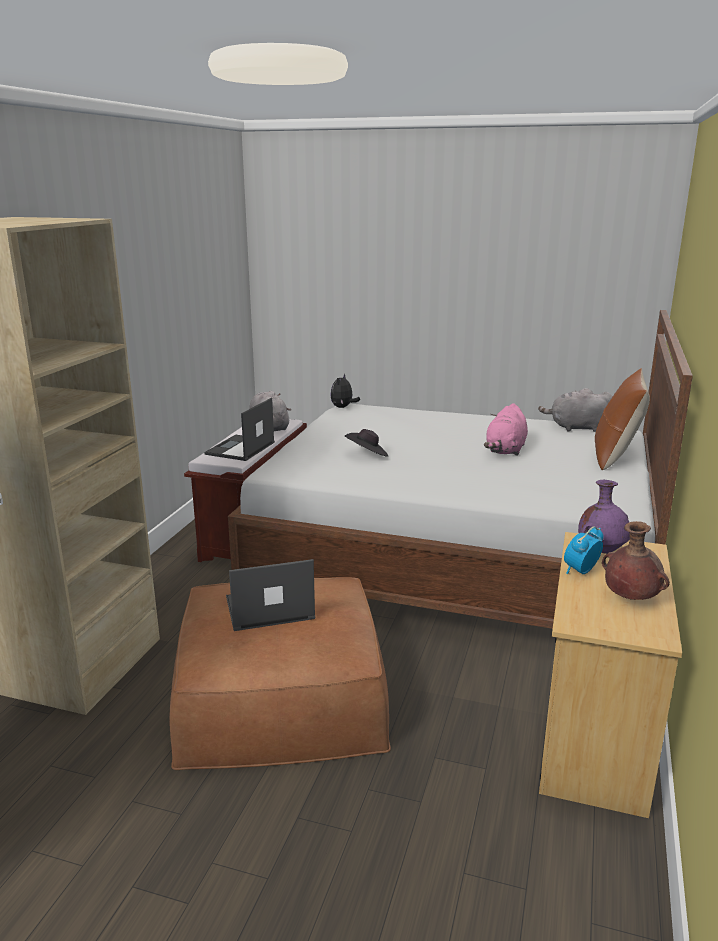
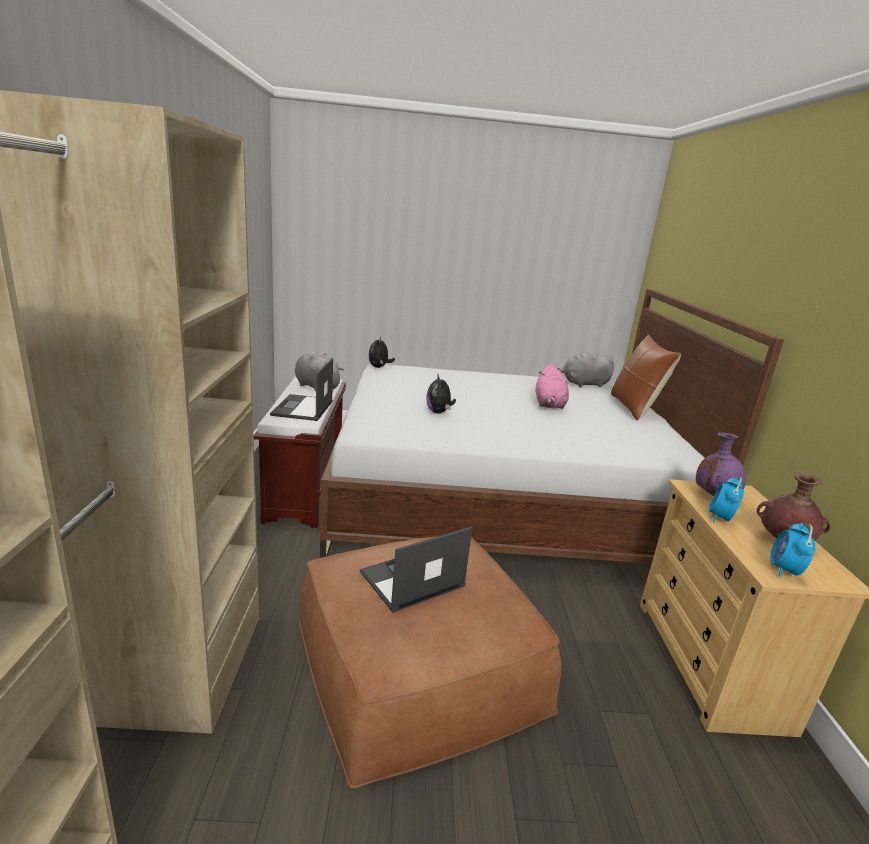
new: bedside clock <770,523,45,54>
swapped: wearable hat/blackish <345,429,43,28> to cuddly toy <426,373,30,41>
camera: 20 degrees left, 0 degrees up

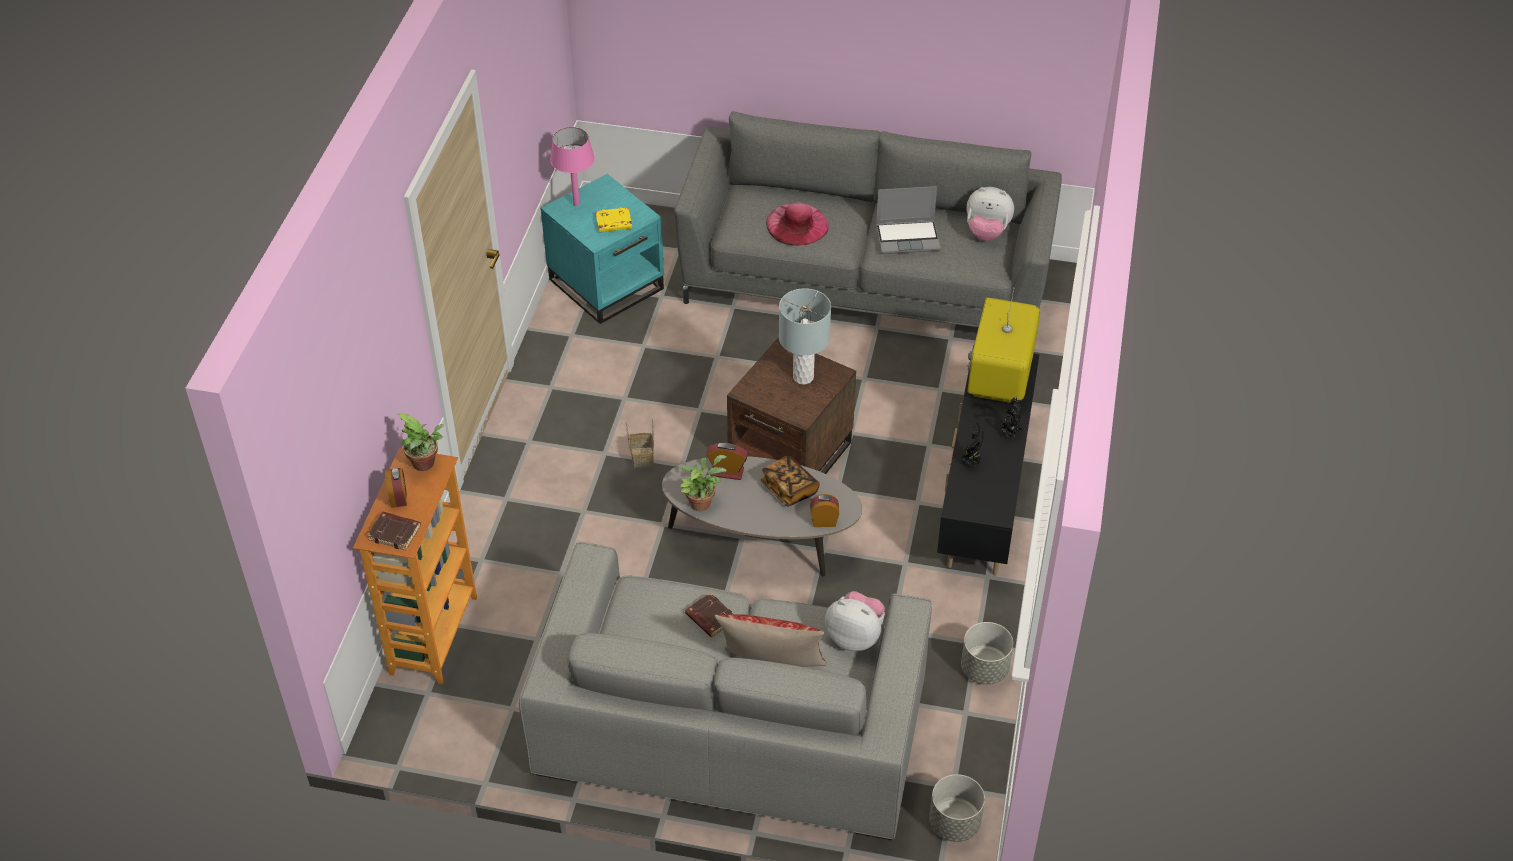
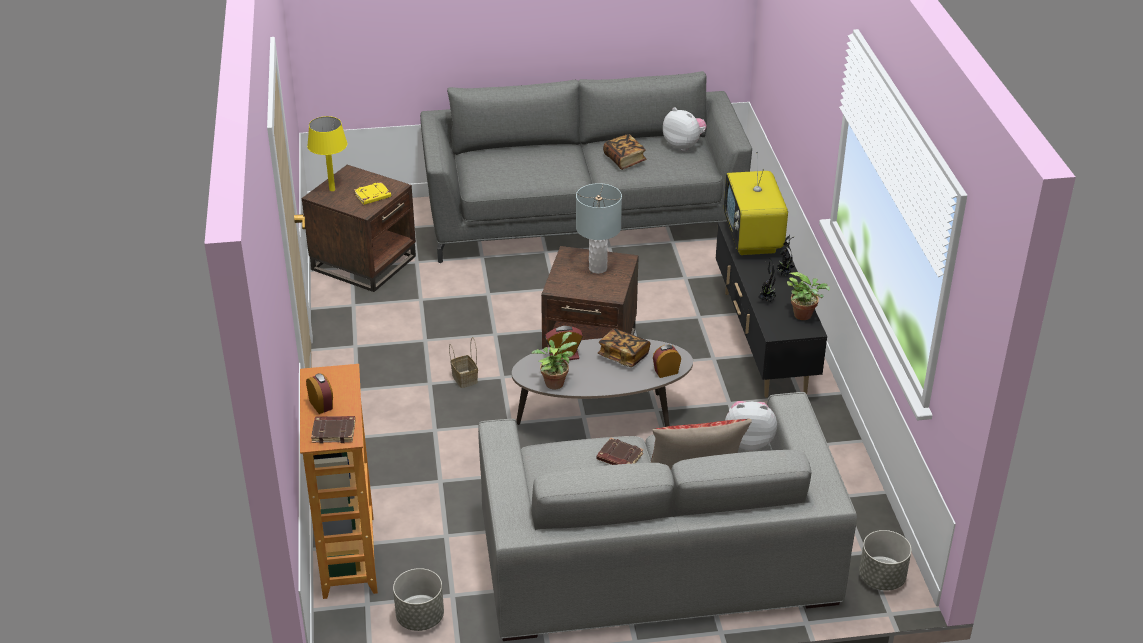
gone: wearable hat/pinkish <766,202,63,44>
shifted: houseplant <398,414,46,57> to <787,272,43,48>; flower pot/grey <961,622,53,63> to <393,568,51,63>
swapped: laptop <876,186,65,68> to book <603,134,43,36>
repainted: end table/turquoise <541,174,123,150> to end table/brown-coloured <302,165,114,127>; tabletop lamp/pinkish <550,127,45,79> to tabletop lamp/yellowish <307,116,40,75>
rotated: cuddly toy <967,187,47,54> = <663,107,44,44> 135 degrees counterclockwise
camera: 20 degrees left, 10 degrees down

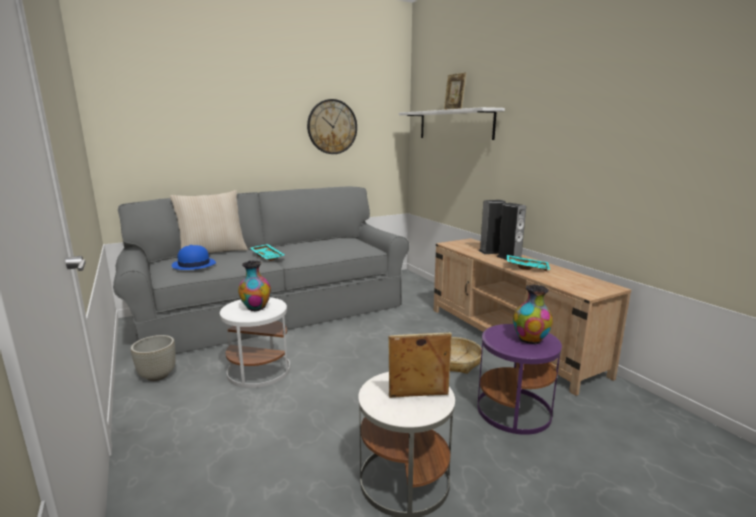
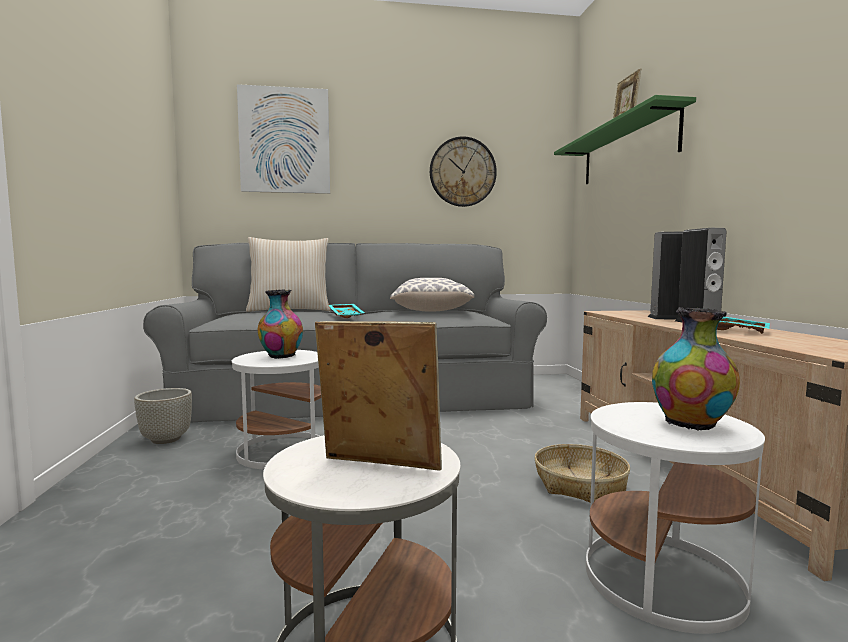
gone: wearable hat/bluish <172,245,44,25>
new: wall art <237,84,93,110>; throw pillow <390,278,84,34>
repainted: wall shelf/white <399,107,106,33> to wall shelf/green-coloured <554,95,142,89>; end table/purple-coloured <477,324,85,111> to end table/white <586,402,179,232>
camera: 20 degrees right, 10 degrees down

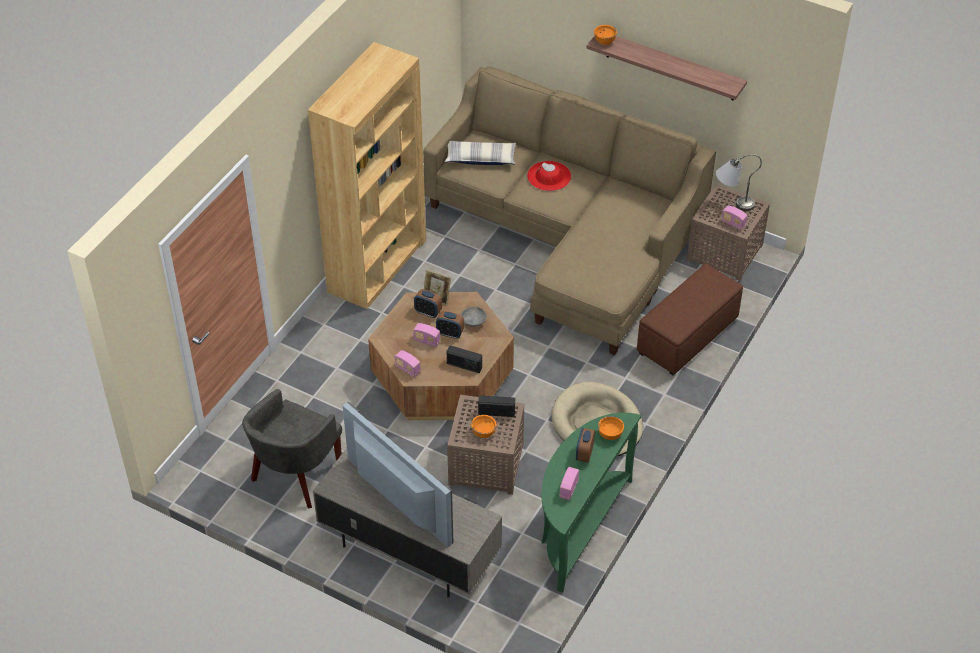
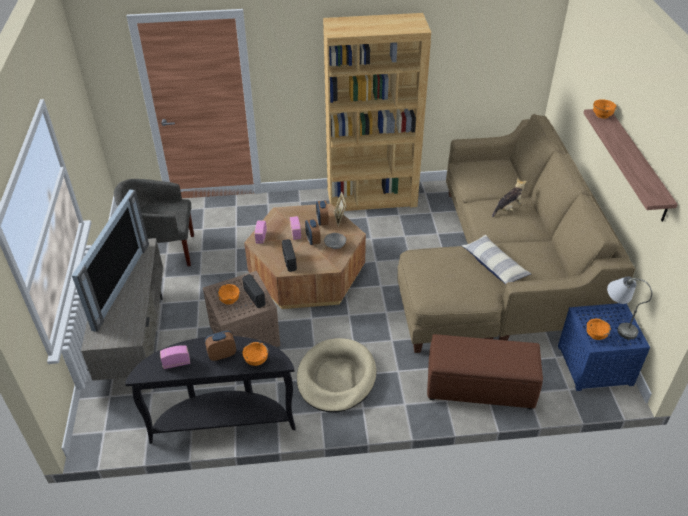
shifted: throw pillow <445,141,71,24> to <462,235,69,49>
swapped: wearable hat/red-coloured <527,161,44,30> to cuddly toy <492,178,35,39>; radio receiver <721,206,26,24> to serving bowl/orange <587,319,24,21>
repainted: console table/green-coloured <541,413,100,180> to console table/blackish <125,336,171,108>; end table/brown-coloured <687,184,83,97> to end table/bluish <558,303,92,88>
camera: 55 degrees right, 5 degrees down

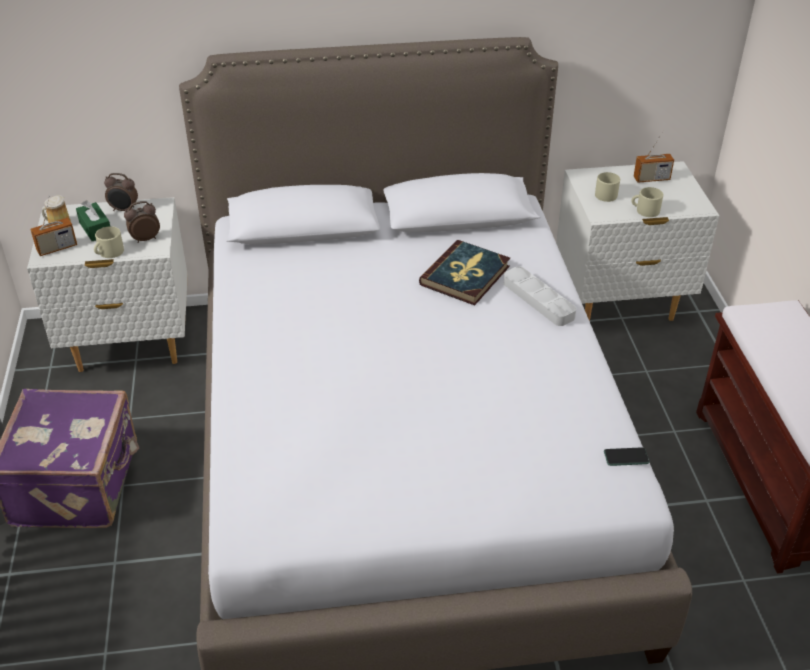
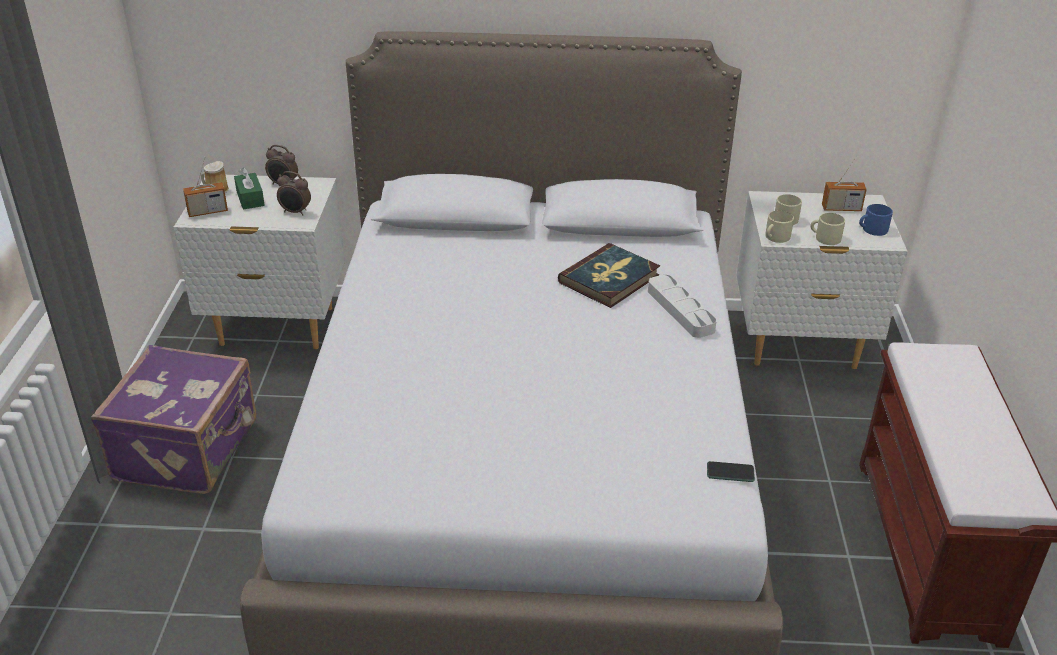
new: coffee mug/bluish <859,204,34,32>
shifted: coffee mug/sand-coloured <94,226,30,32> to <765,210,29,33>
rotated: bedside clock <124,201,36,42> = <277,171,34,44> 150 degrees counterclockwise
camera: 10 degrees right, 5 degrees down

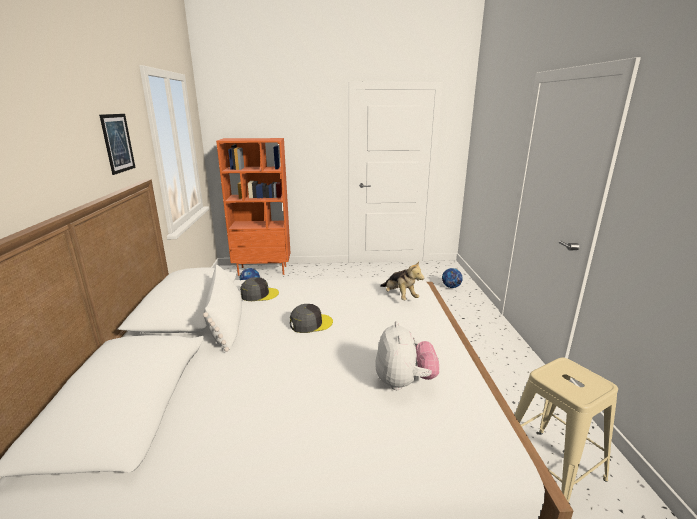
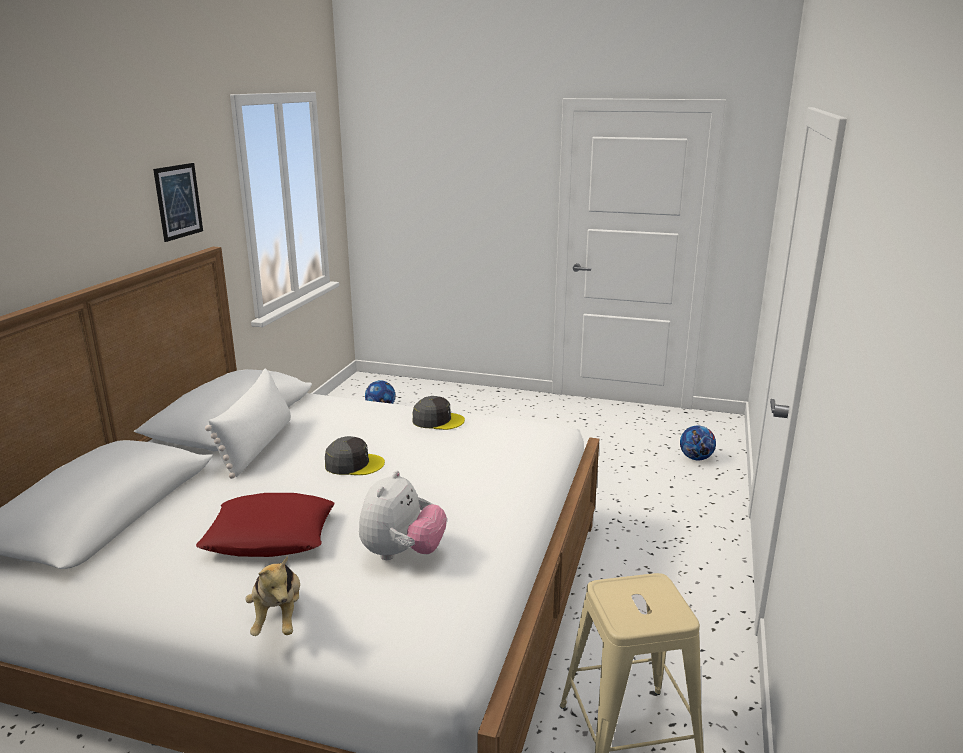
gone: bookcase/orange <216,138,74,138>
new: throw pillow/red-coloured <196,493,138,64>
shifted: baseball cap/grey <240,277,39,24> to <413,396,52,34>; cuddly toy <380,261,44,39> to <246,556,54,80>
camera: 20 degrees right, 0 degrees up

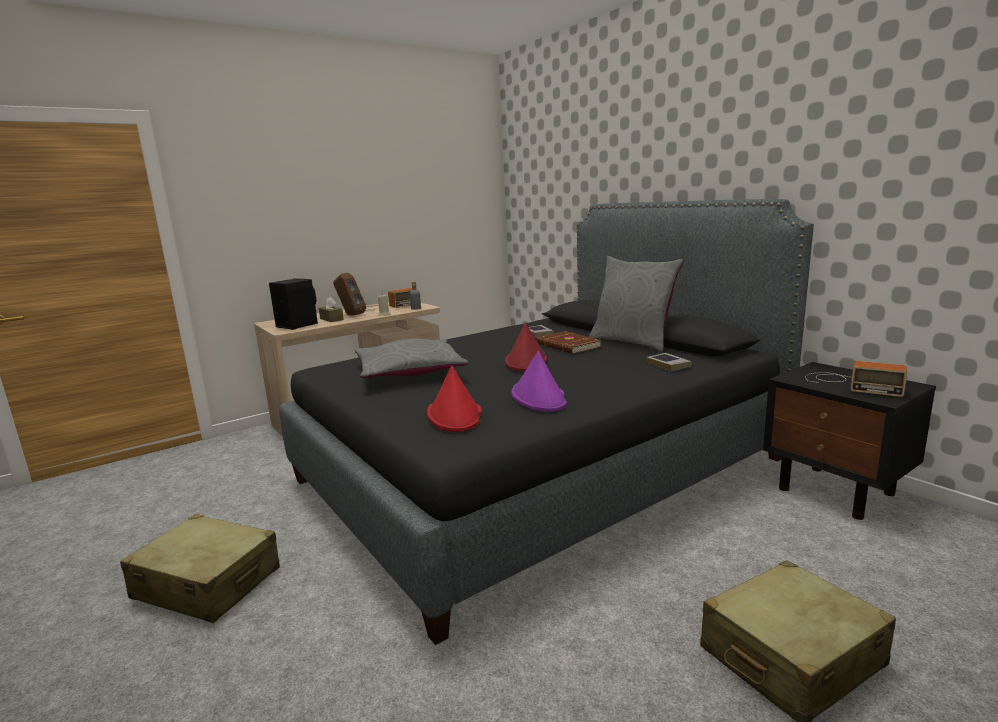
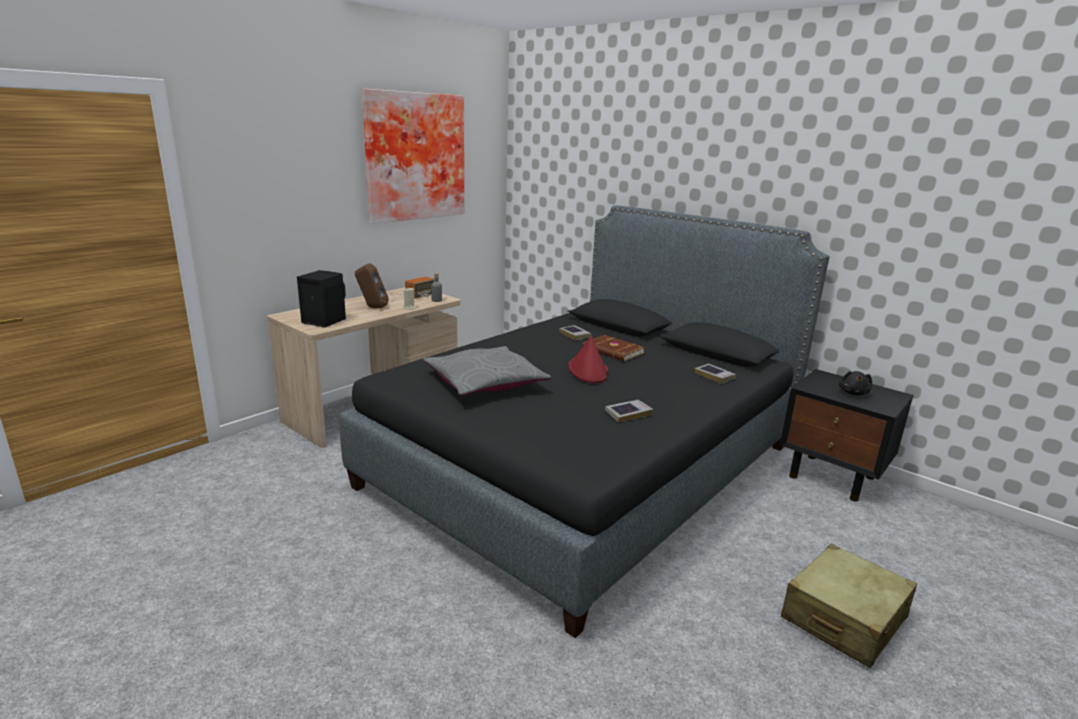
gone: piece of luggage/sand-coloured <120,514,160,109>; box of tissues/brown-coloured <319,297,25,25>; wearable hat/red-coloured <427,366,55,66>; throw pillow/grey <589,256,95,96>
new: wall art <362,88,102,136>
swapped: wearable hat/purple-coloured <511,351,56,61> to book <605,400,48,22>; radio receiver <805,361,102,36> to cuddly toy/blackish <839,371,33,24>
camera: 15 degrees left, 5 degrees up

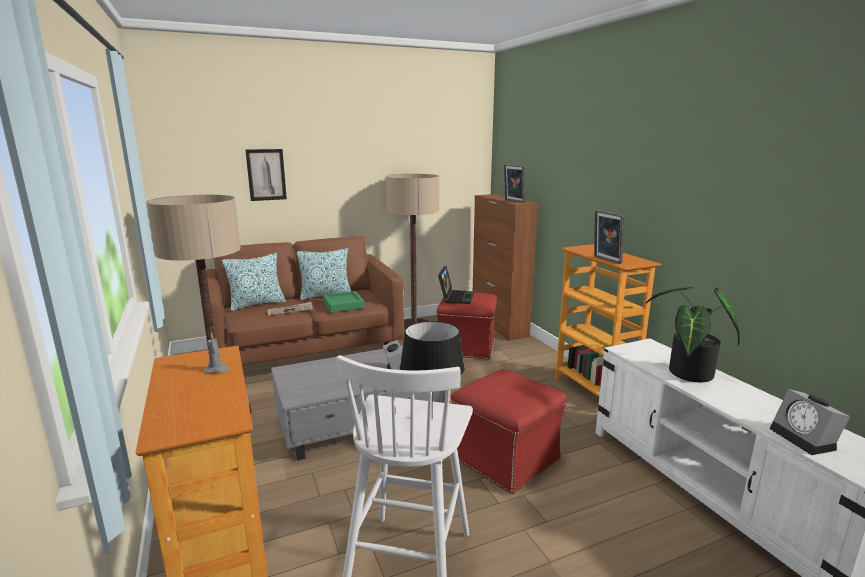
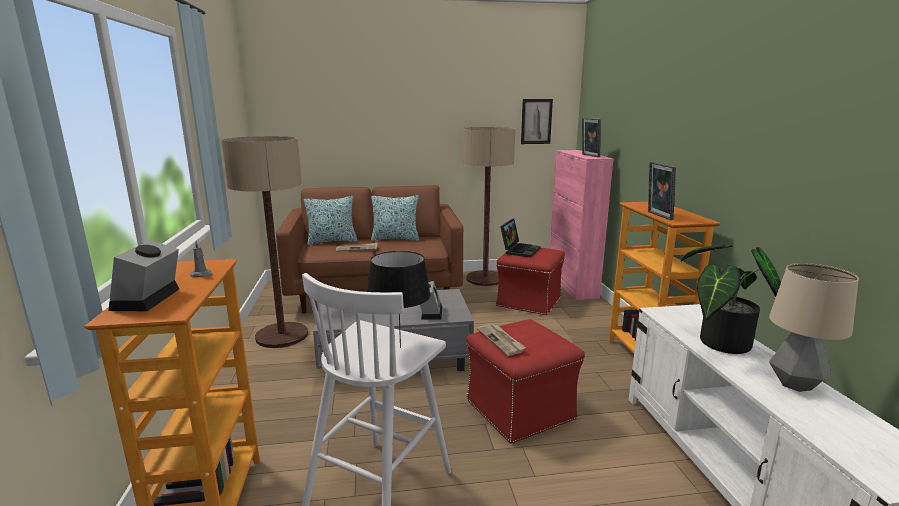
gone: tray/green-coloured <323,291,42,22>
new: printed paper <477,324,49,32>; tabletop lamp <769,263,90,129>
shifted: wall art <246,149,41,52> to <521,99,32,45>; bedside clock <769,389,81,66> to <109,240,70,71>
repainted: storage cabinet/brown-coloured <473,194,65,147> to storage cabinet/pinkish <550,150,63,150>
camera: 15 degrees right, 0 degrees up

